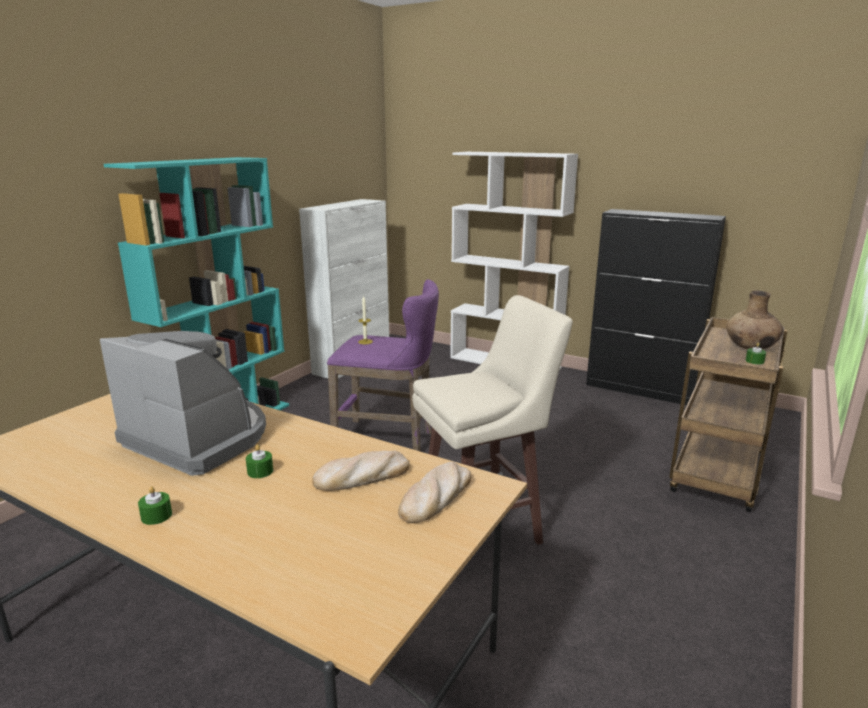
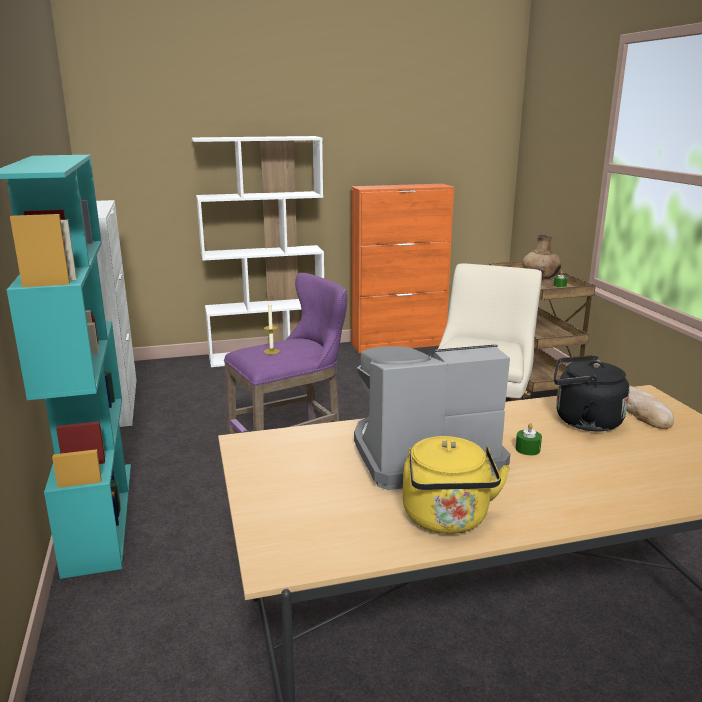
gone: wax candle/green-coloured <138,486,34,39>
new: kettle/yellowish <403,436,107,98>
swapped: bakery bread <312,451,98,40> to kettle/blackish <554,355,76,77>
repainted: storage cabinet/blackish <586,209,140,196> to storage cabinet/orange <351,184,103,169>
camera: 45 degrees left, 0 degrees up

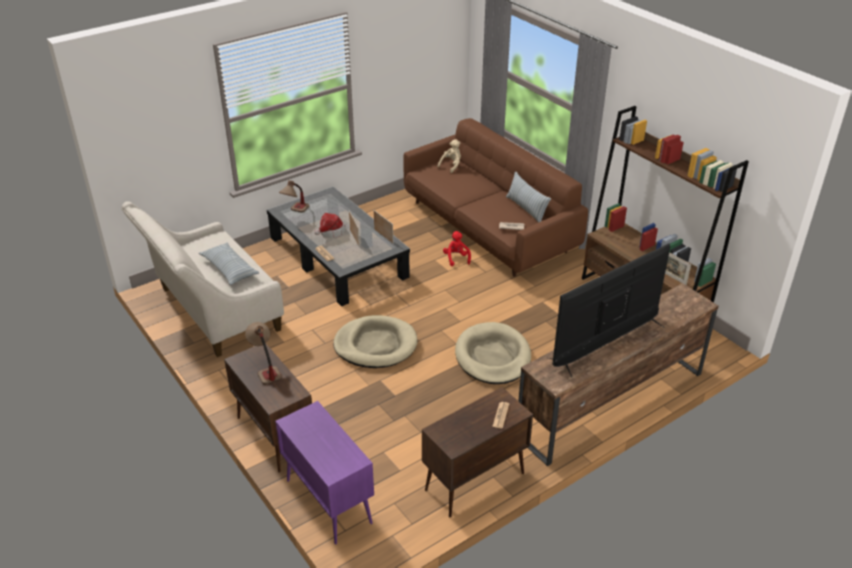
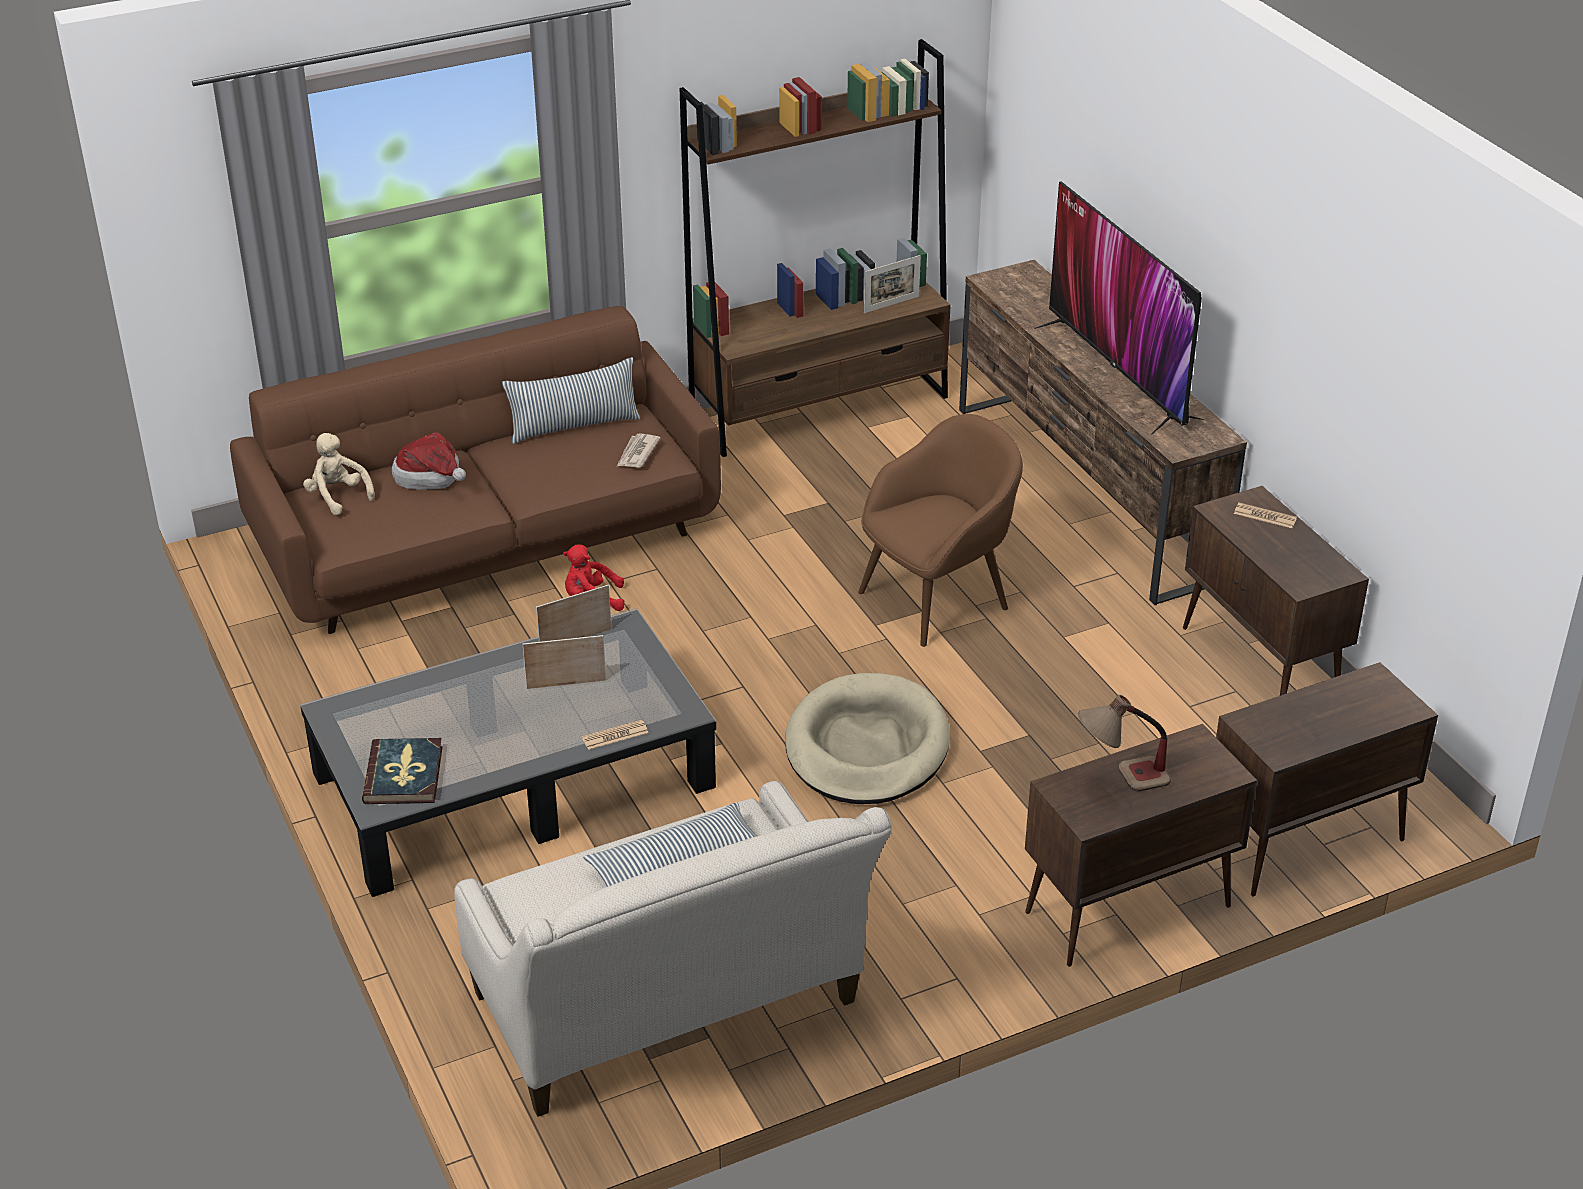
shifted: wearable hat <314,213,32,25> to <392,432,74,58>
swapped: tabletop lamp <279,180,30,32> to book <362,738,81,66>; dog cushion/sand-coloured <455,322,76,62> to armchair/brown-coloured <858,414,165,233>
repainted: storage cabinet/purple-coloured <275,401,99,143> to storage cabinet/brown-coloured <1216,662,222,234>
camera: 80 degrees left, 0 degrees up

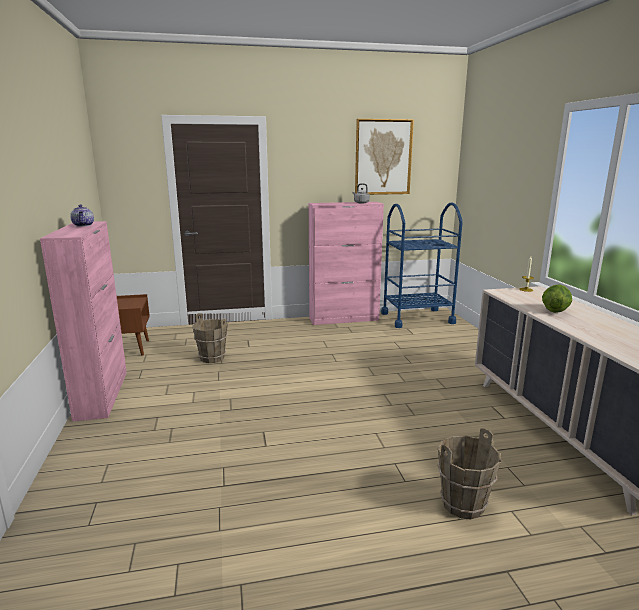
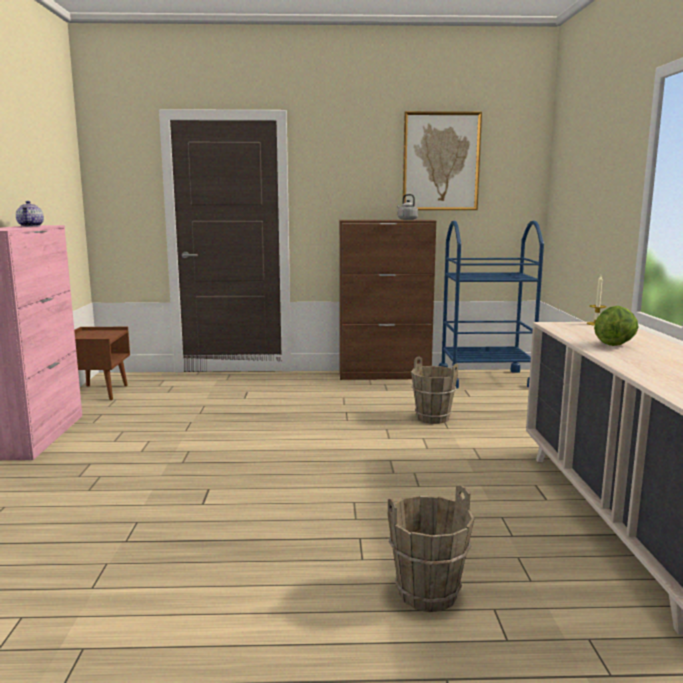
shifted: bucket/brown-coloured <192,313,36,50> to <411,357,47,67>
repainted: storage cabinet/pinkish <309,202,75,123> to storage cabinet/brown-coloured <339,220,97,160>
camera: 10 degrees right, 5 degrees down

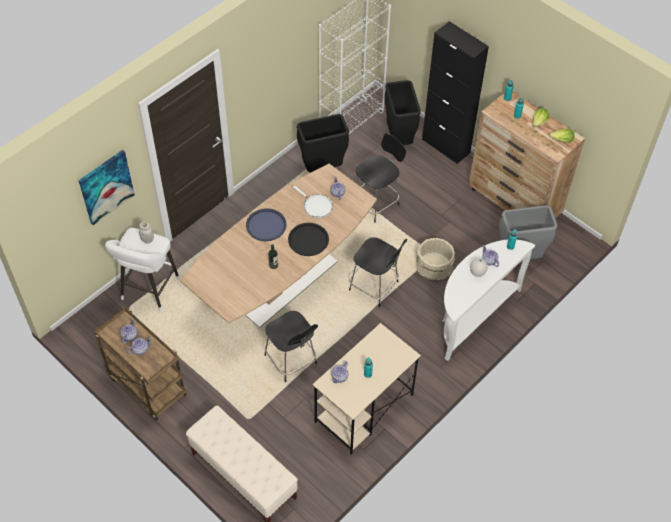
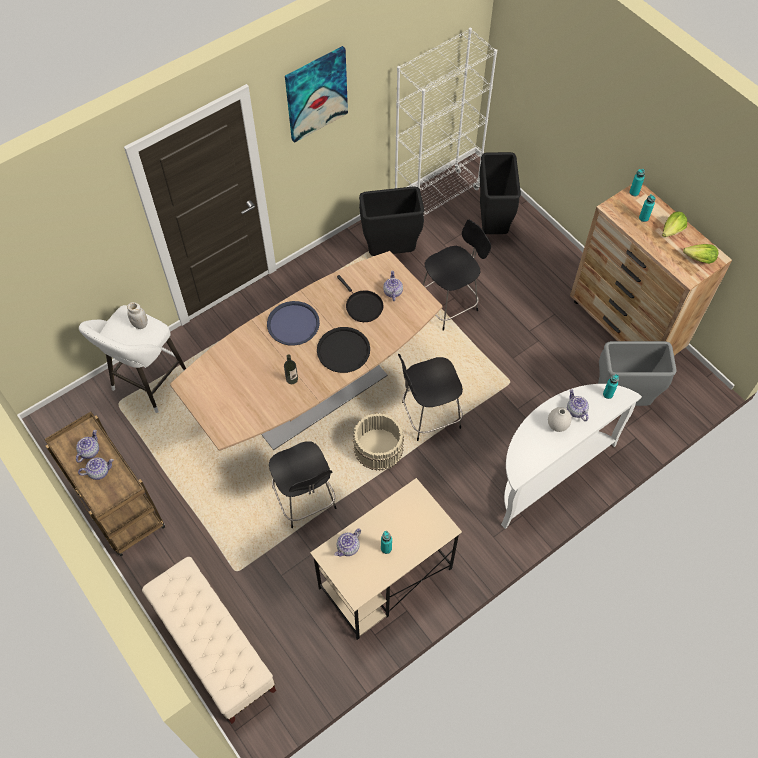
gone: storage cabinet/blackish <422,21,67,143>
shifted: wall art <78,150,57,75> to <285,46,63,97>; bucket/sand-coloured <415,238,40,43> to <353,413,51,57>
repainted: frying pan/white <293,186,40,32> to frying pan/blackish <337,275,46,47>
rotated: upright chair/blackish <349,237,58,70> = <398,354,65,87> 120 degrees clockwise
camera: 10 degrees right, 5 degrees up

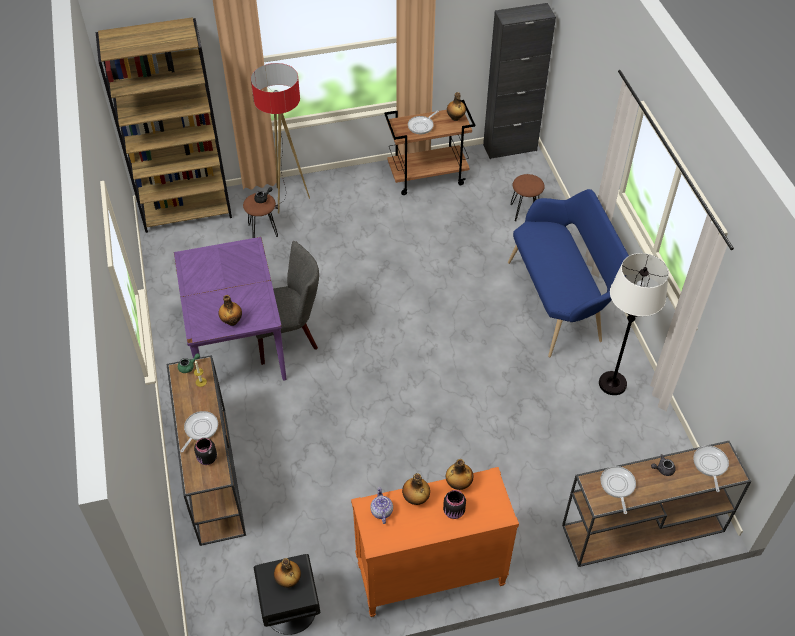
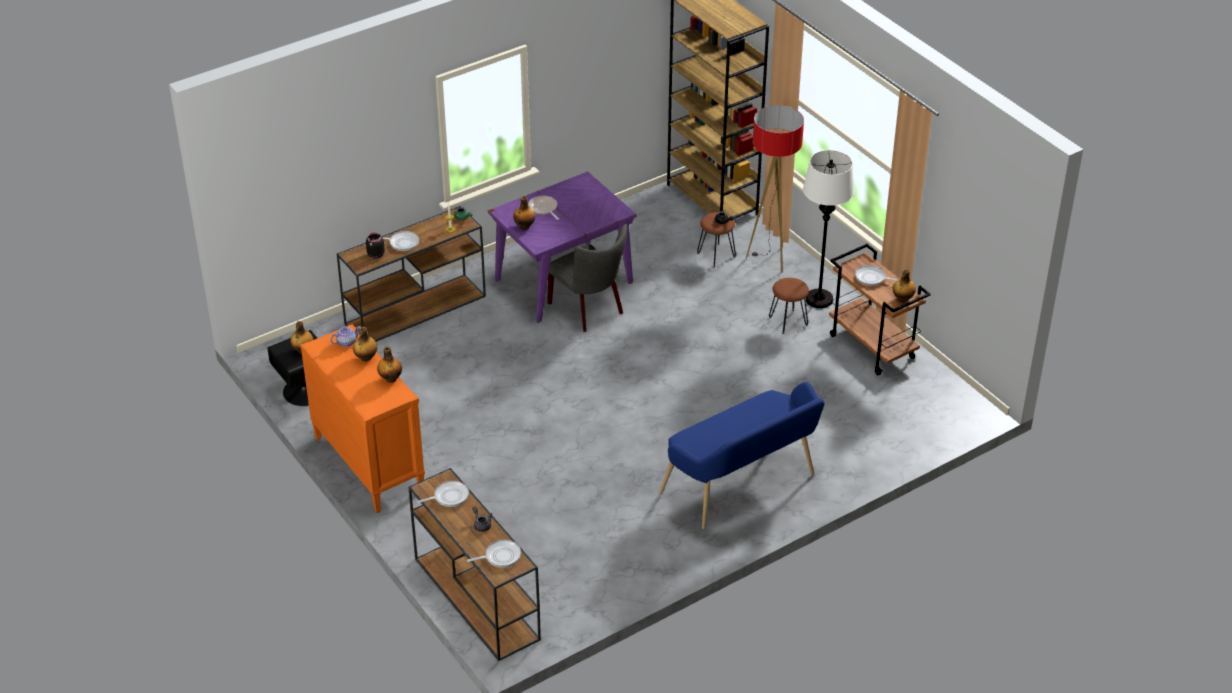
gone: storage jar/blackish <443,490,23,29>; storage cabinet/blackish <483,3,73,156>
new: frying pan <528,196,31,24>
shifted: stool seat/brown-coloured <510,174,35,48> to <769,278,40,56>; standing lamp/white <599,253,70,142> to <803,150,52,158>
camera: 70 degrees right, 10 degrees down

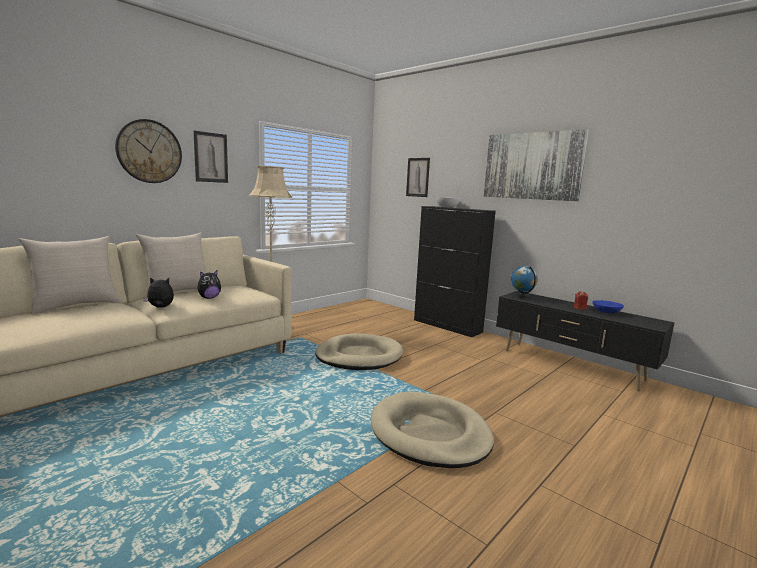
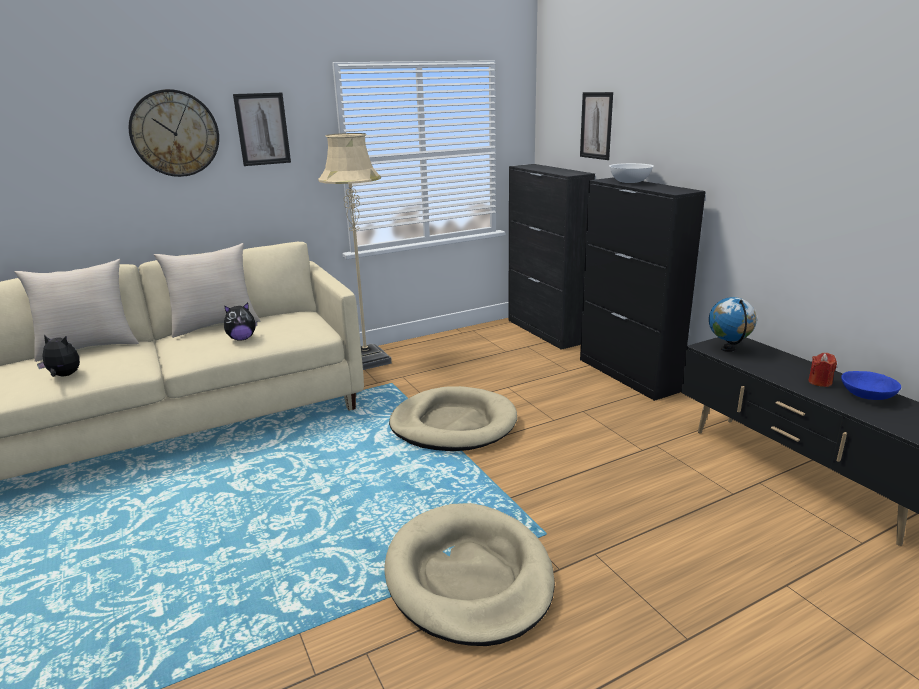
gone: wall art <484,129,105,72>
new: storage cabinet/blackish <508,164,87,186>
shifted: cuddly toy <143,277,31,31> to <37,335,43,42>
camera: 20 degrees right, 10 degrees up

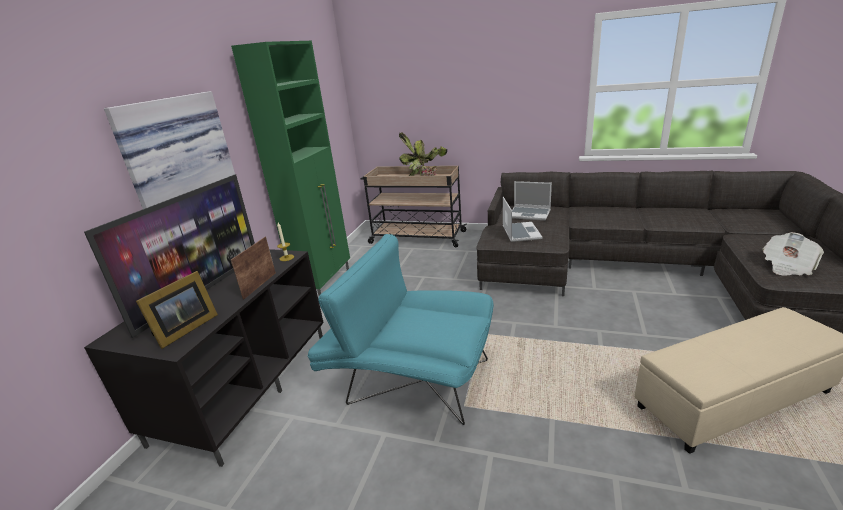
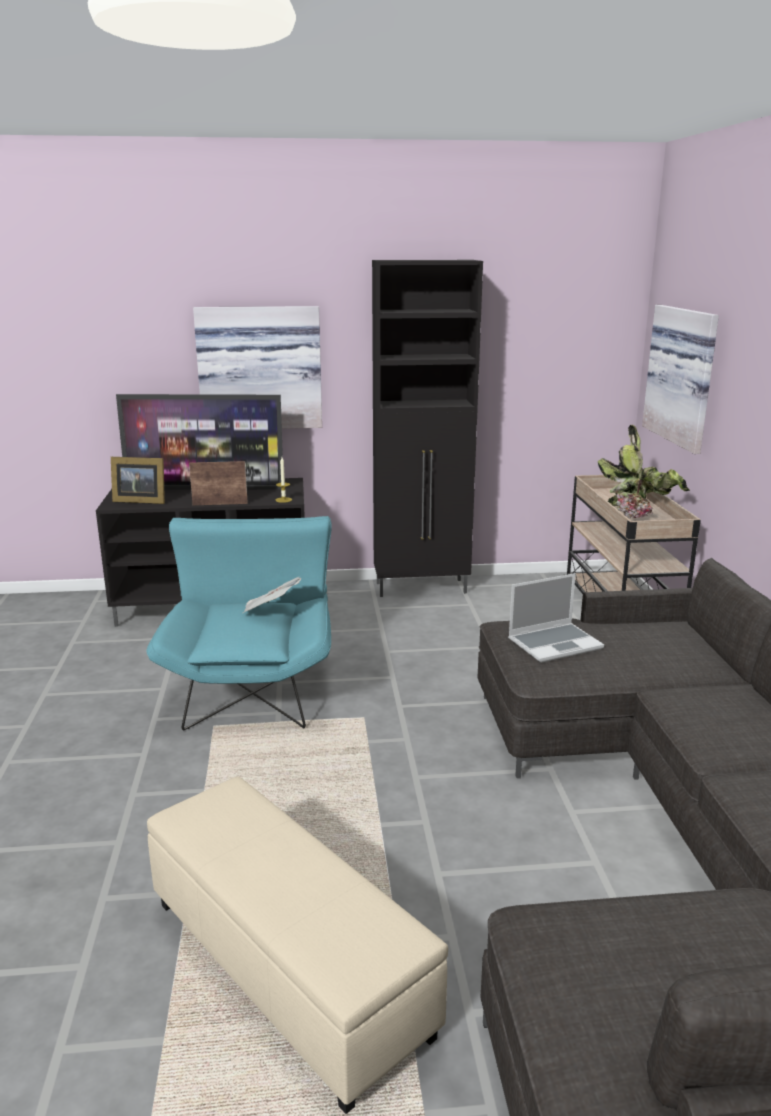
gone: laptop <512,181,40,40>
new: wall art <642,305,77,149>
shifted: printed paper <763,232,61,43> to <243,577,58,36>
repainted: storage cabinet/green-coloured <231,41,119,255> to storage cabinet/blackish <372,260,111,337>
camera: 65 degrees right, 5 degrees down

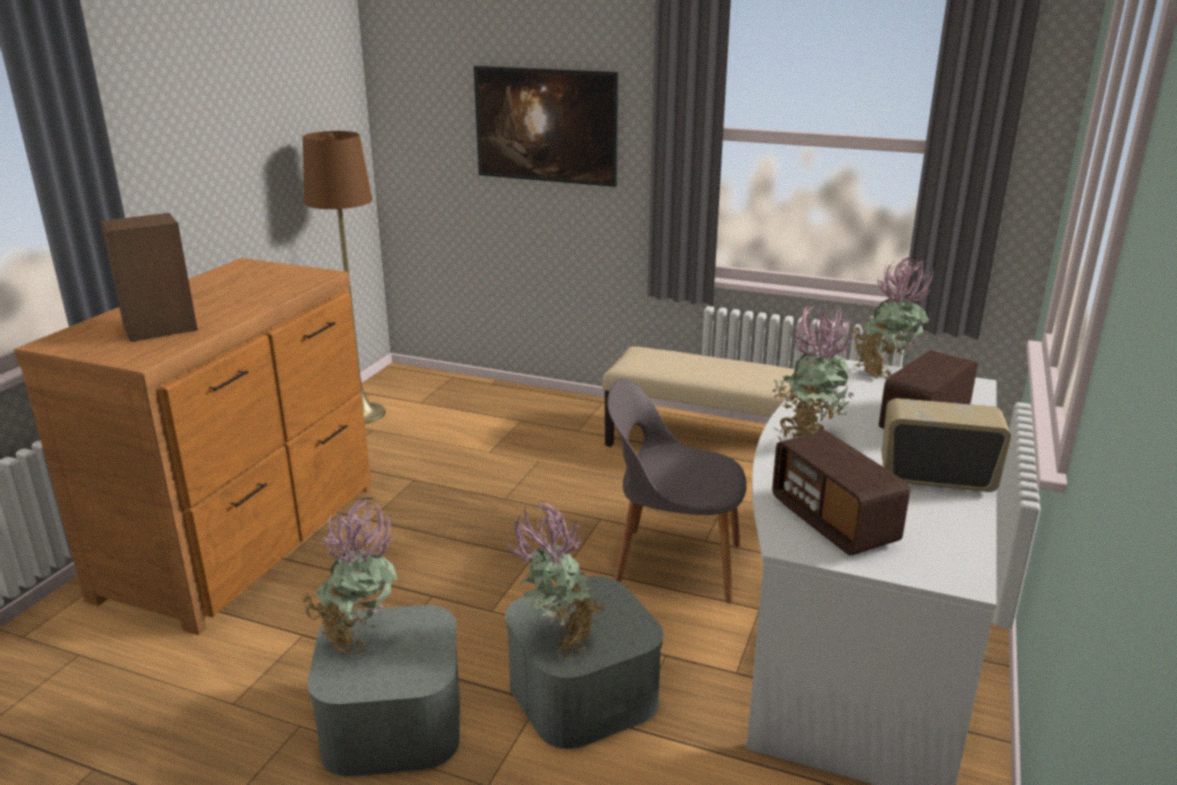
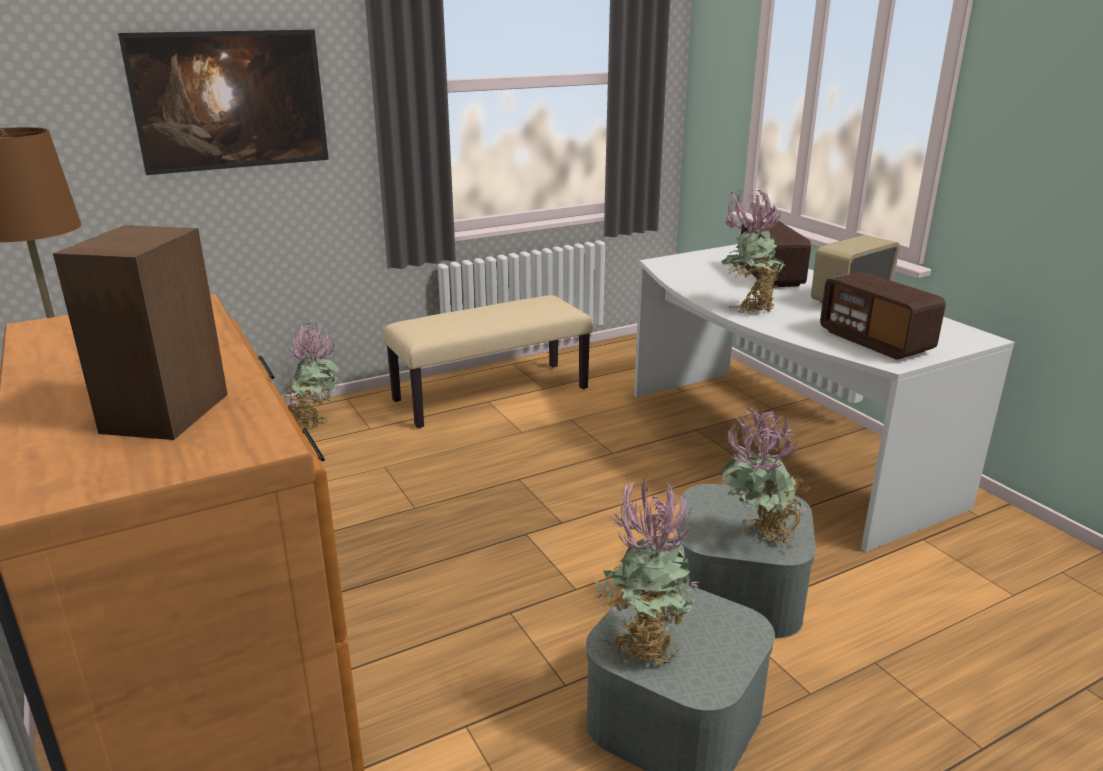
gone: upright chair/grey <607,378,140,225>
shifted: houseplant <849,257,84,122> to <280,323,60,105>
rotated: radio receiver <772,431,138,124> = <820,272,126,88> 45 degrees clockwise
camera: 50 degrees left, 0 degrees up

